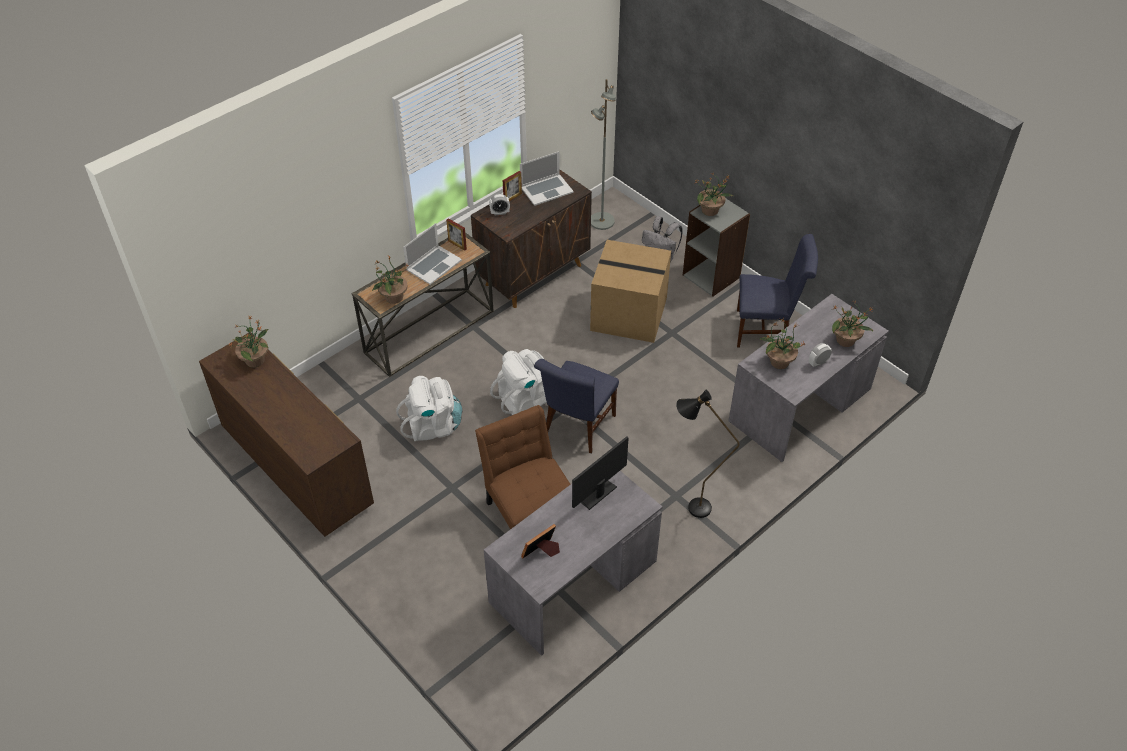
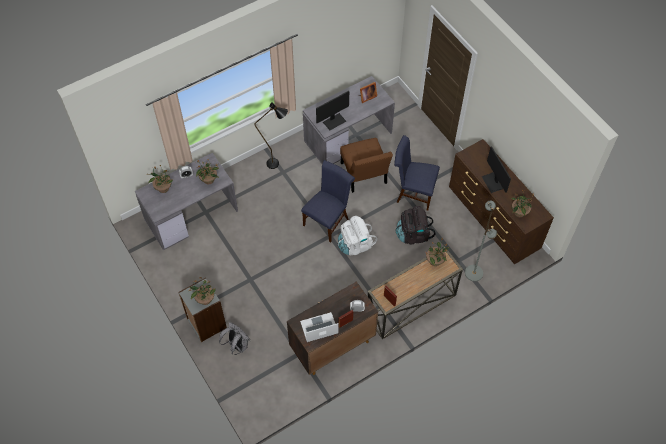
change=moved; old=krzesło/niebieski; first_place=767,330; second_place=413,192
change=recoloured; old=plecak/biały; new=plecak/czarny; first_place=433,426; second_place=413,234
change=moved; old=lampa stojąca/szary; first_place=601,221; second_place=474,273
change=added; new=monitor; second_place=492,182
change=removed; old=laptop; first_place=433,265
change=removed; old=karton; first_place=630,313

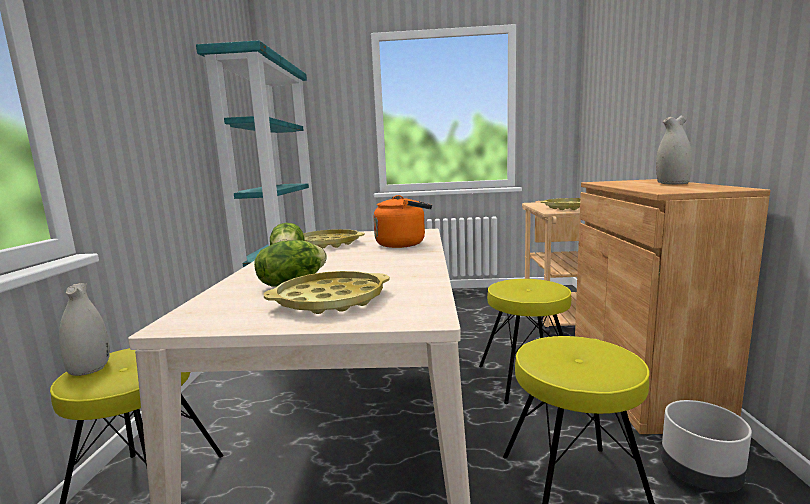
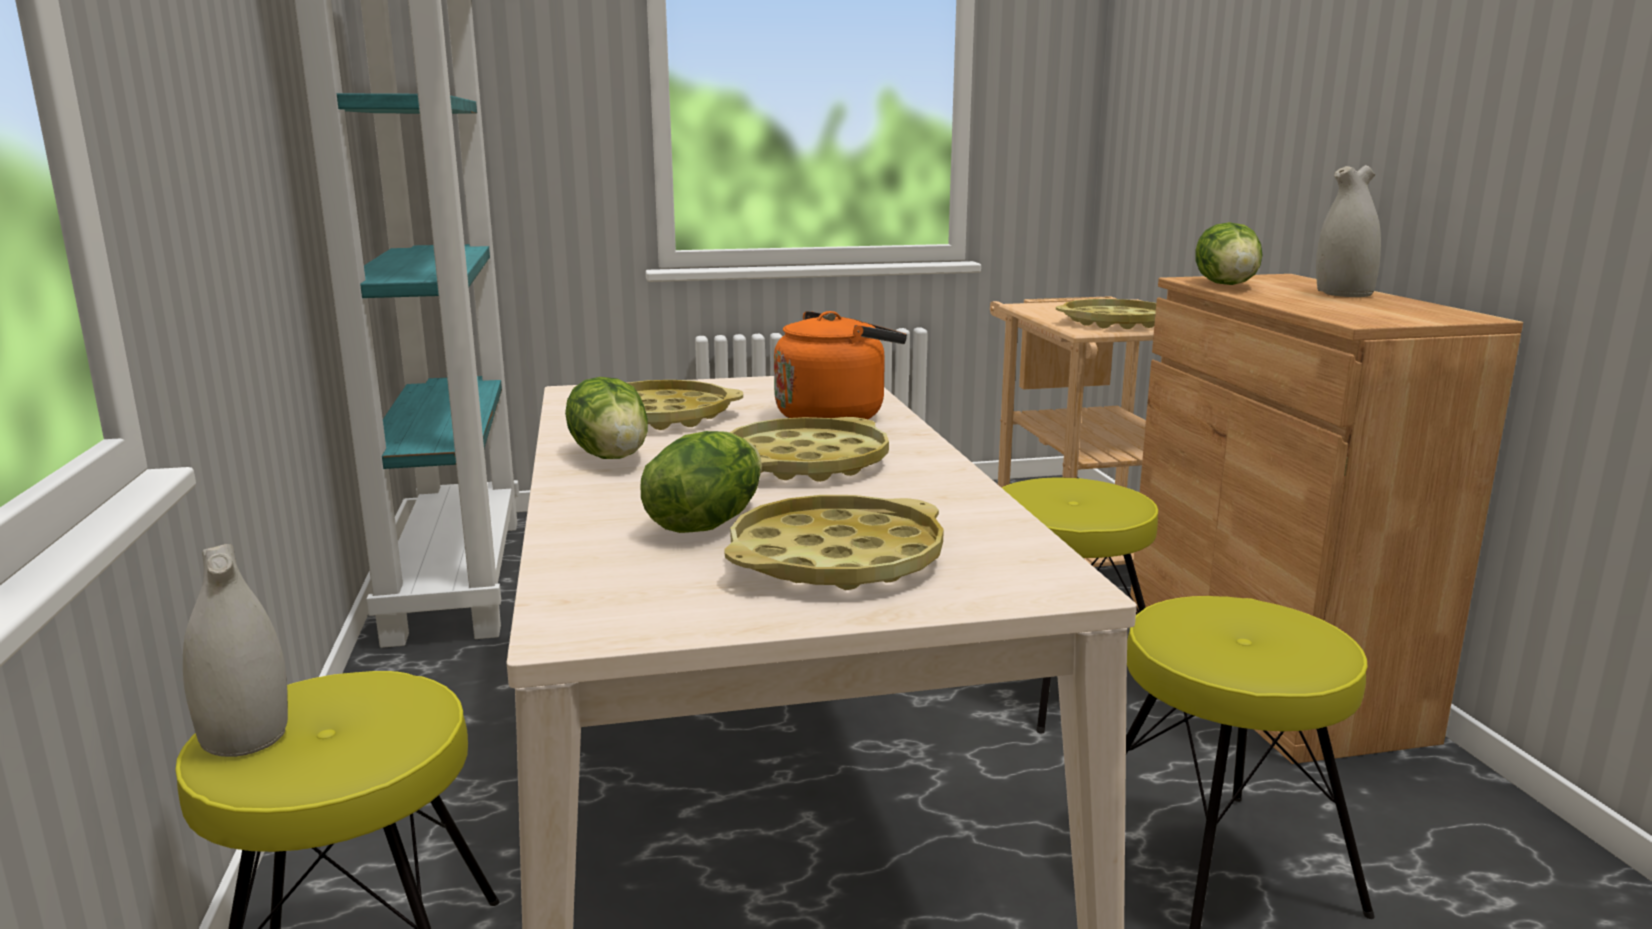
change=added; new=taca/żółty; second_place=807,462
change=added; new=sałata; second_place=1228,285
change=removed; old=donica/szary; first_place=699,475

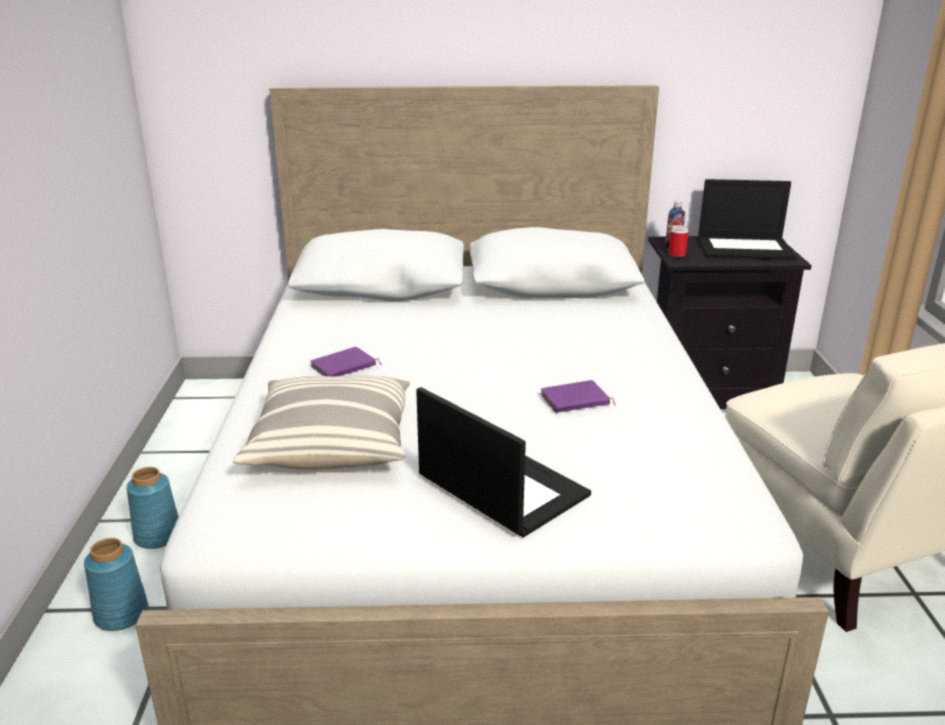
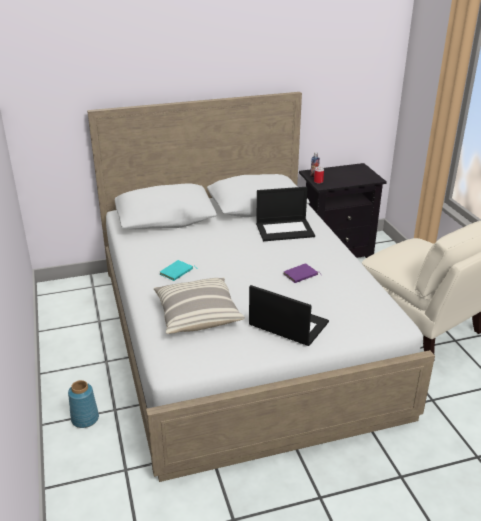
change=recoloured; old=książka/fioletowy; new=książka/turkusowy; first_place=344,367; second_place=177,272
change=moved; old=laptop; first_place=745,248; second_place=285,230
change=removed; old=wazon/niebieski; first_place=157,536

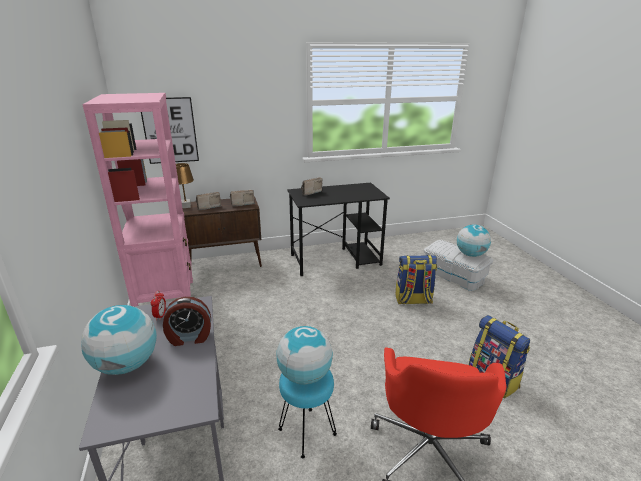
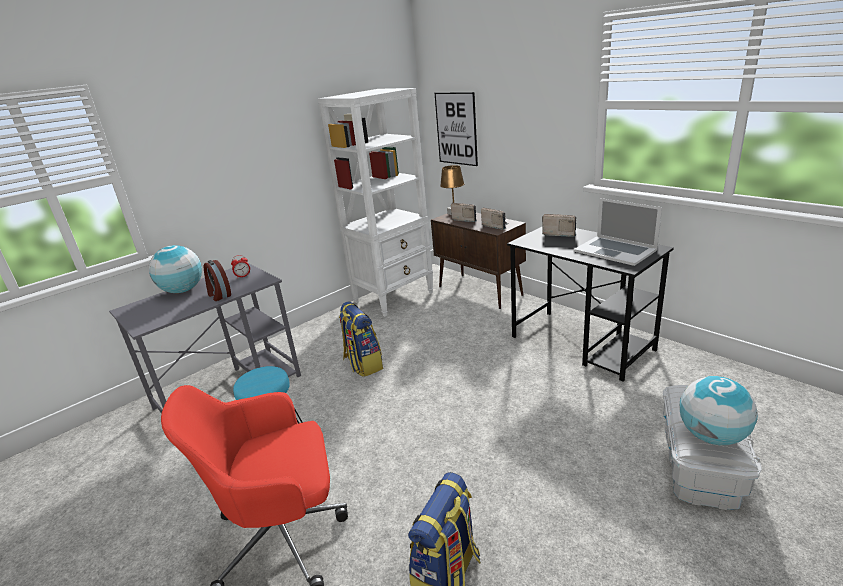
change=recoloured; old=regał/różowy; new=regał/biały; first_place=167,300; second_place=394,297
change=moved; old=plecak; first_place=413,300; second_place=362,364
change=added; new=laptop; second_place=615,250
change=removed; old=globus; first_place=304,376

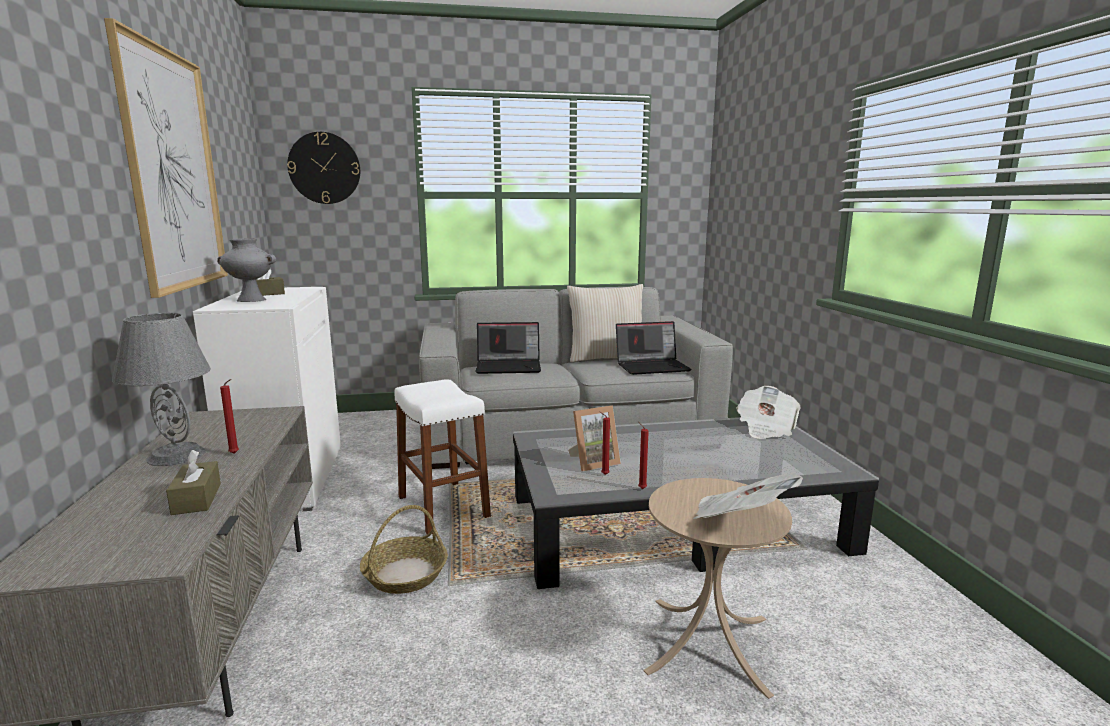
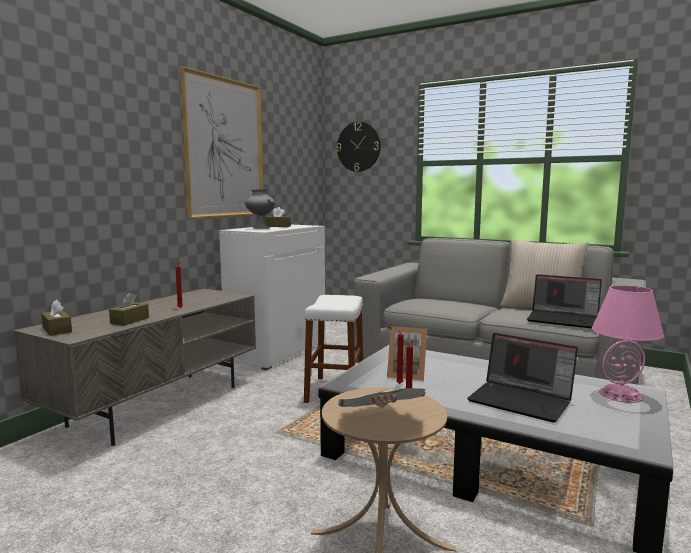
change=added; new=pudełko chusteczek/brązowy; second_place=57,330
change=moved; old=laptop; first_place=509,367; second_place=522,400
change=replaced; old=gazeta; new=lampa stołowa/różowy; first_place=765,429; second_place=620,395
change=removed; old=lampa stołowa/szary; first_place=177,455
change=removed; old=koszyk; first_place=405,574

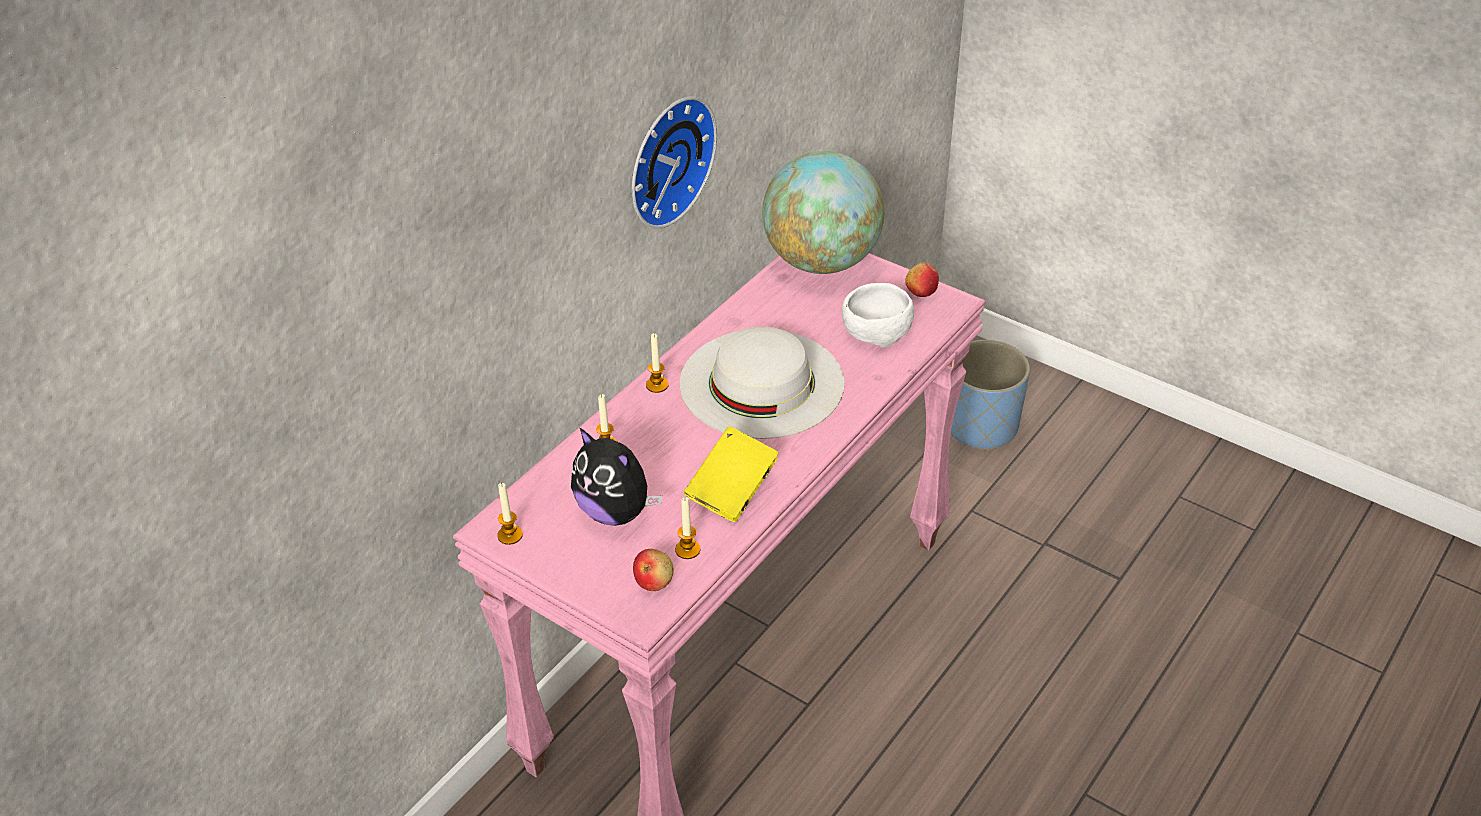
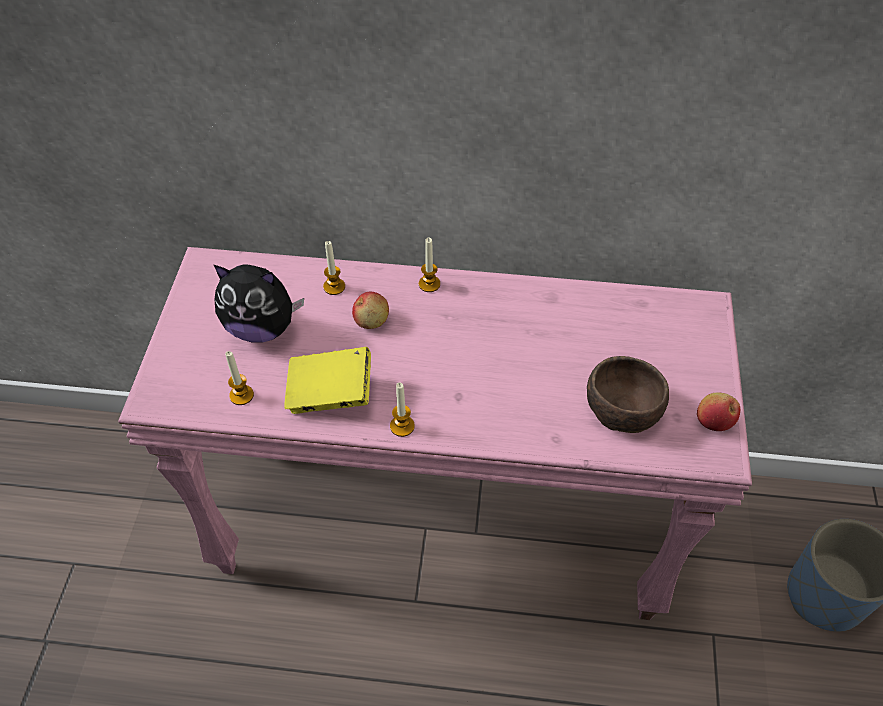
change=turned; old=pluszak; first_place=616,511; second_place=261,328; degrees=-90
change=moved; old=jabłko; first_place=654,581; second_place=372,320
change=moved; old=świeca; first_place=510,535; second_place=402,426
change=recoloured; old=miska/biały; new=miska/brązowy; first_place=875,331; second_place=621,407
change=removed; old=zegar ścienny; first_place=665,159
change=removed; old=kapelusz/biały; first_place=761,382
change=removed; old=globus; first_place=821,261

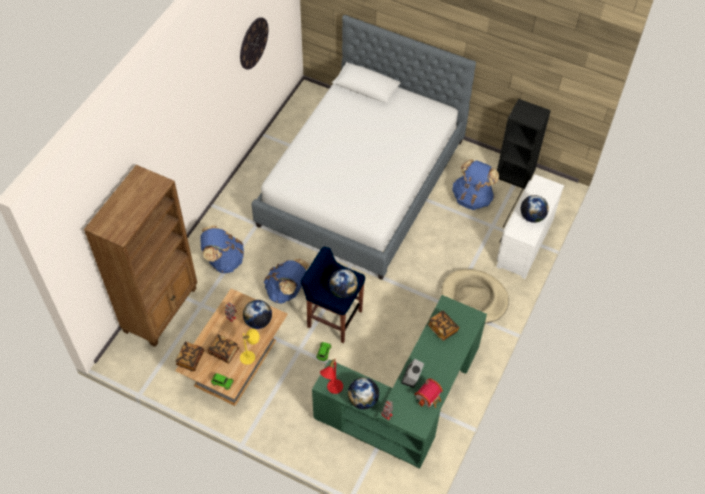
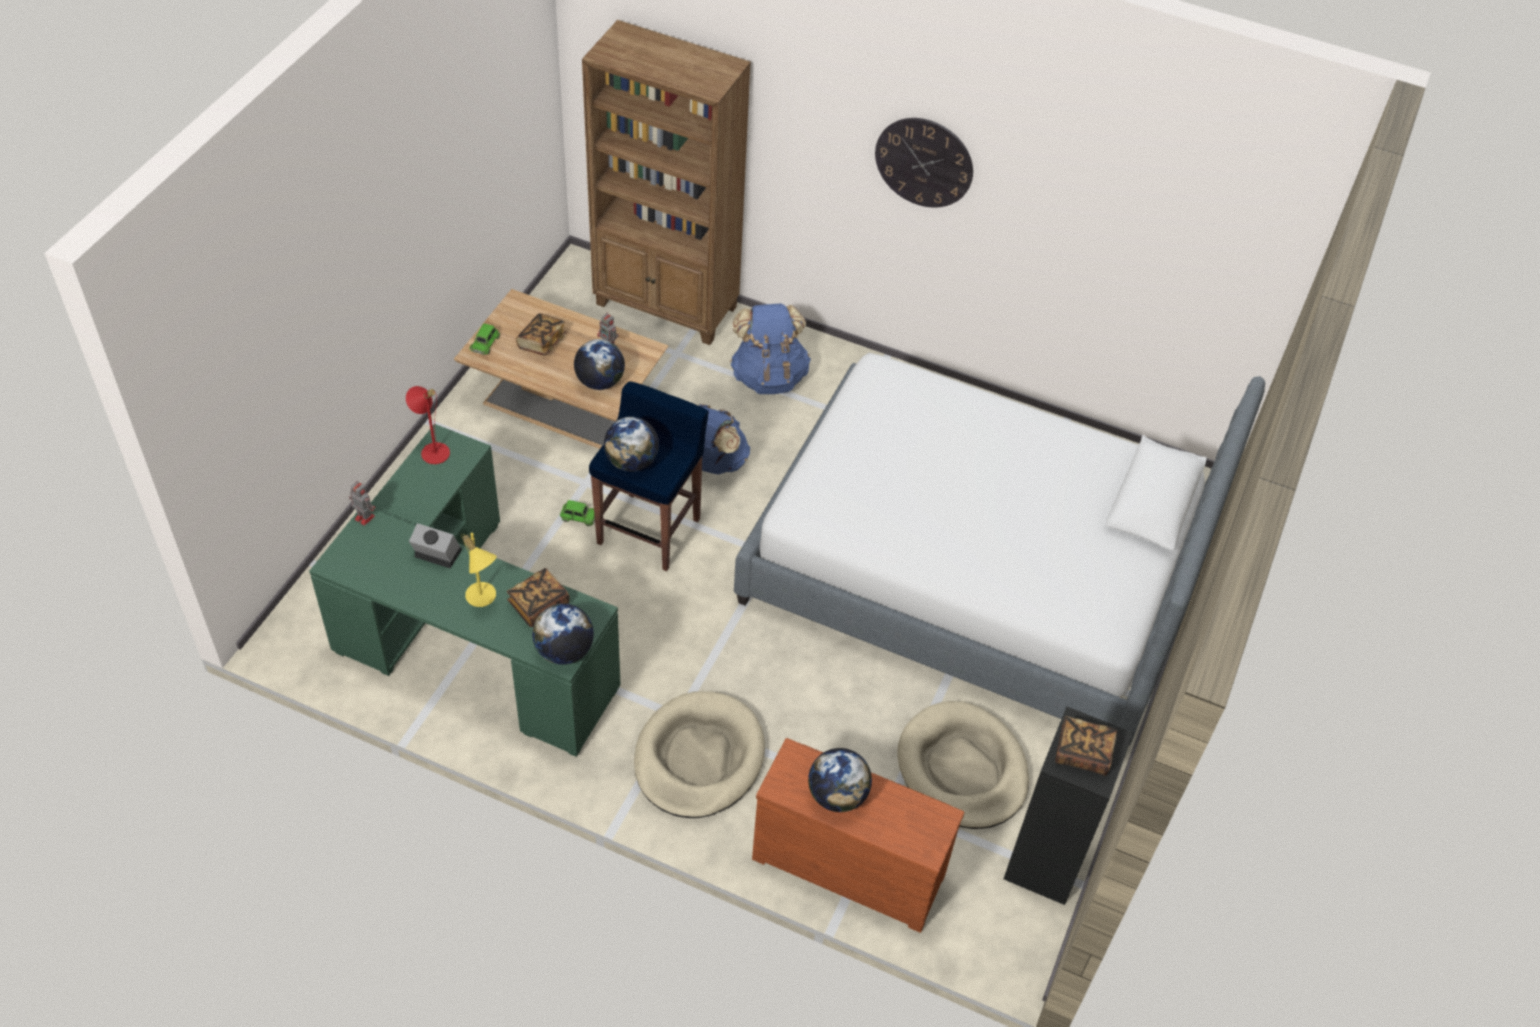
change=moved; old=lampa stołowa/żółty; first_place=250,356; second_place=483,599
change=moved; old=globus; first_place=363,400; second_place=564,651
change=recoloured; old=komoda/biały; new=komoda/brązowy; first_place=523,242; second_place=850,863
change=moved; old=zegar ścienny; first_place=253,43; second_place=924,162
change=replaced; old=plecak/niebieski; new=legowisko/beżowy; first_place=472,198; second_place=962,769
change=moved; old=książka; first_place=190,359; second_place=1082,753
change=removed; old=domek; first_place=429,397

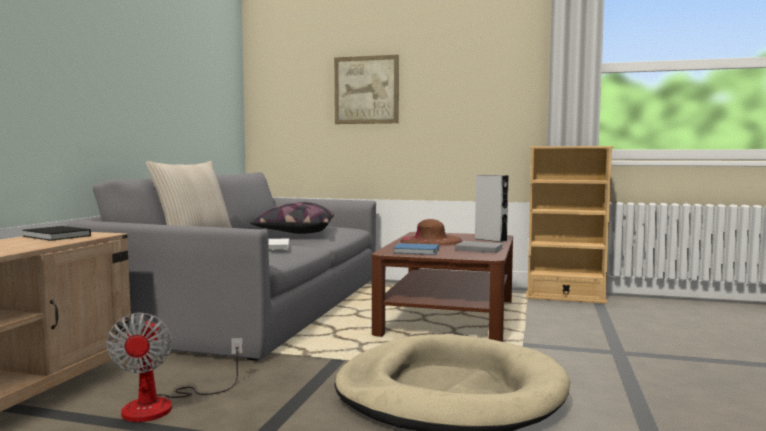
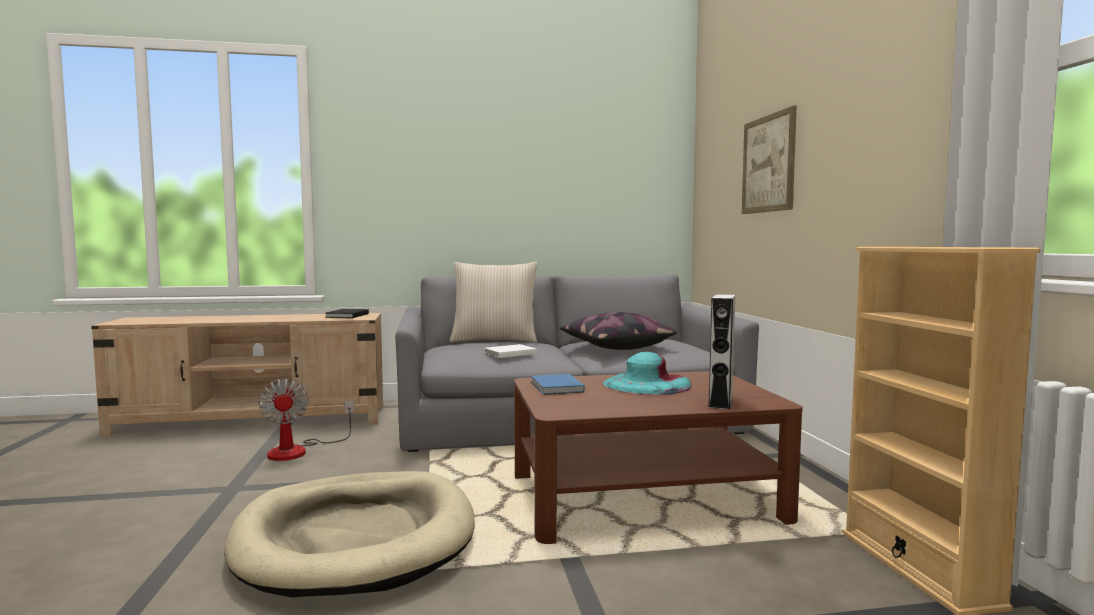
change=turned; old=wentylator; first_place=164,405; second_place=299,450; degrees=-75
change=recoloured; old=kapelusz/brązowy; new=kapelusz/turkusowy; first_place=430,241; second_place=647,384
change=removed; old=książka/szary; first_place=478,249

